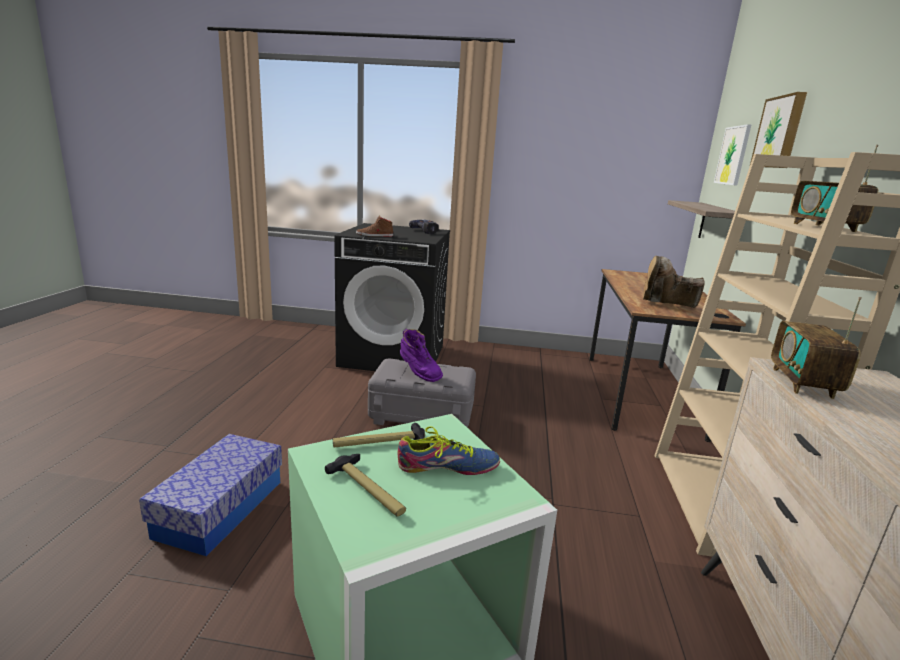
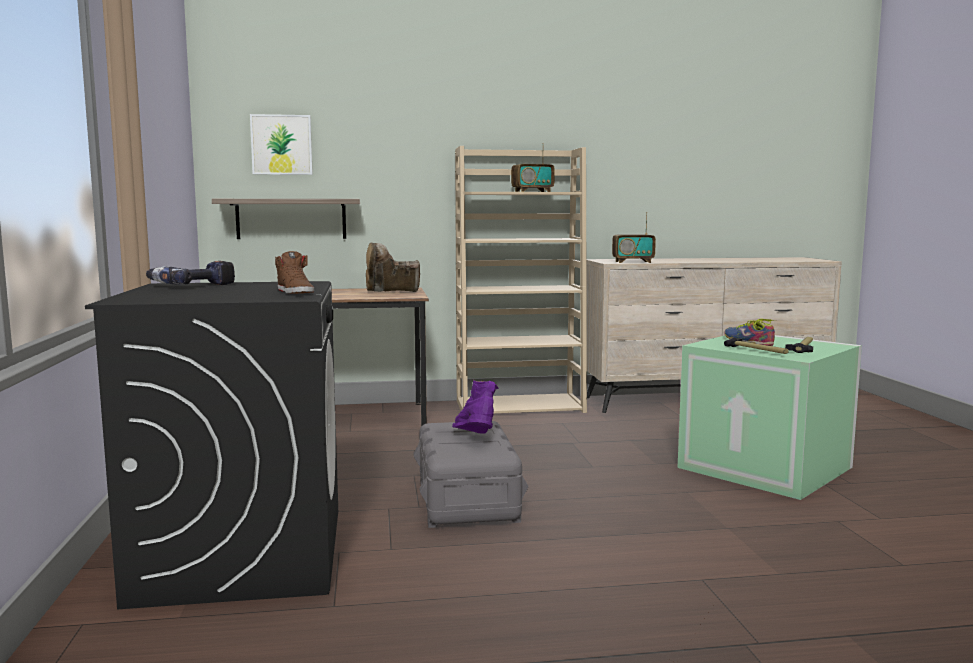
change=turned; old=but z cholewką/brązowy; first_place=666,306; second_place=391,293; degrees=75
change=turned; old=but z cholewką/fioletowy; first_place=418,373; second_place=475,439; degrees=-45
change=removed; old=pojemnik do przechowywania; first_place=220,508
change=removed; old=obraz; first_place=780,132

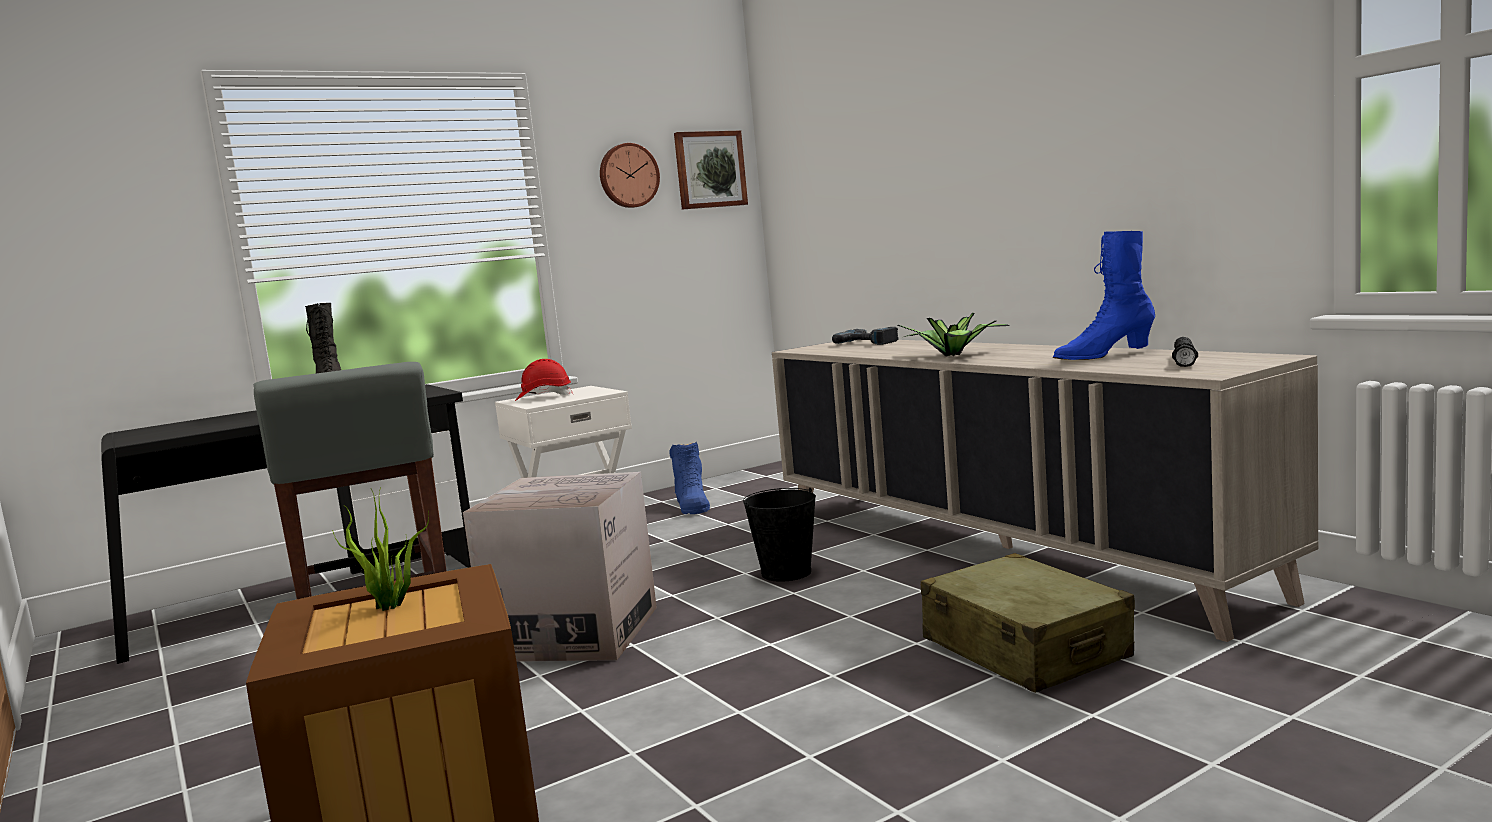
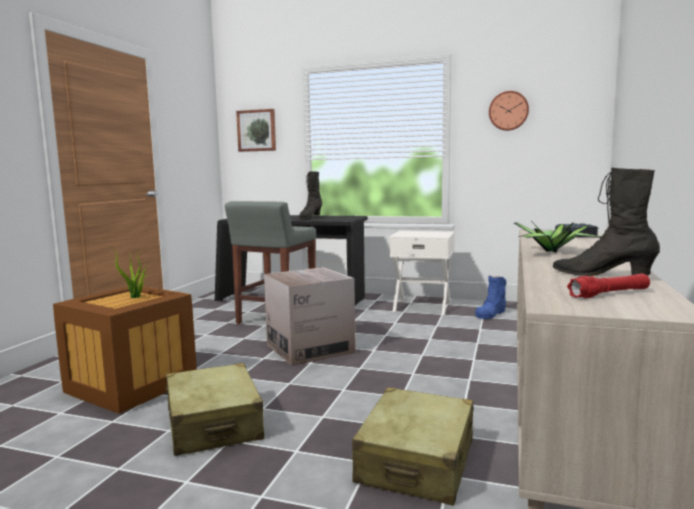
change=added; new=walizka/beżowy; second_place=214,424
change=moved; old=obraz; first_place=709,170; second_place=257,130
change=recoloured; old=but z cholewką/niebieski; new=but z cholewką/czarny; first_place=1103,356; second_place=602,275
change=recoloured; old=latarka/czarny; new=latarka/czerwony; first_place=1184,361; second_place=609,294
change=removed; old=kask/czerwony; first_place=544,397
change=removed; old=wiadro/czarny; first_place=786,573

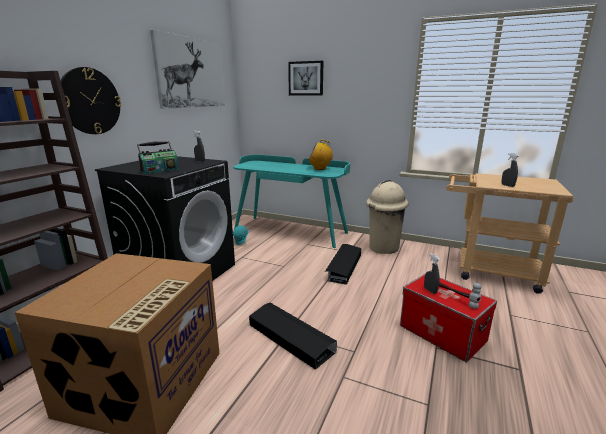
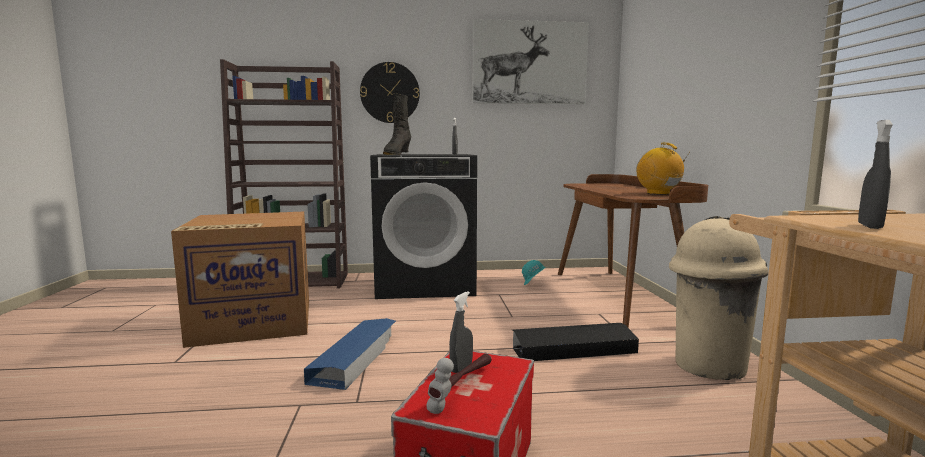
change=recoloured; old=pojemnik do przechowywania/czarny; new=pojemnik do przechowywania/niebieski; first_place=290,338; second_place=356,358
change=replaced; old=radio; new=but z cholewką/czarny; first_place=159,170; second_place=396,154
change=recoloured; old=biurko/turkusowy; new=biurko/brązowy; first_place=290,231; second_place=618,296
change=removed; old=obraz; first_place=306,78

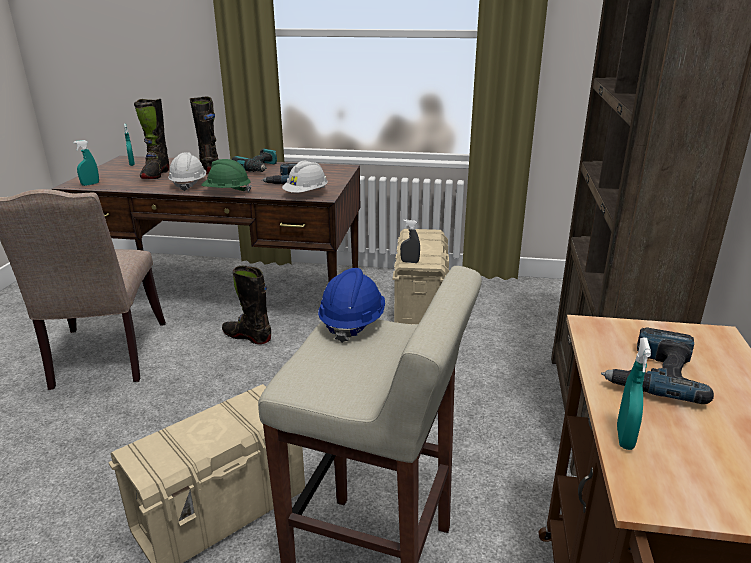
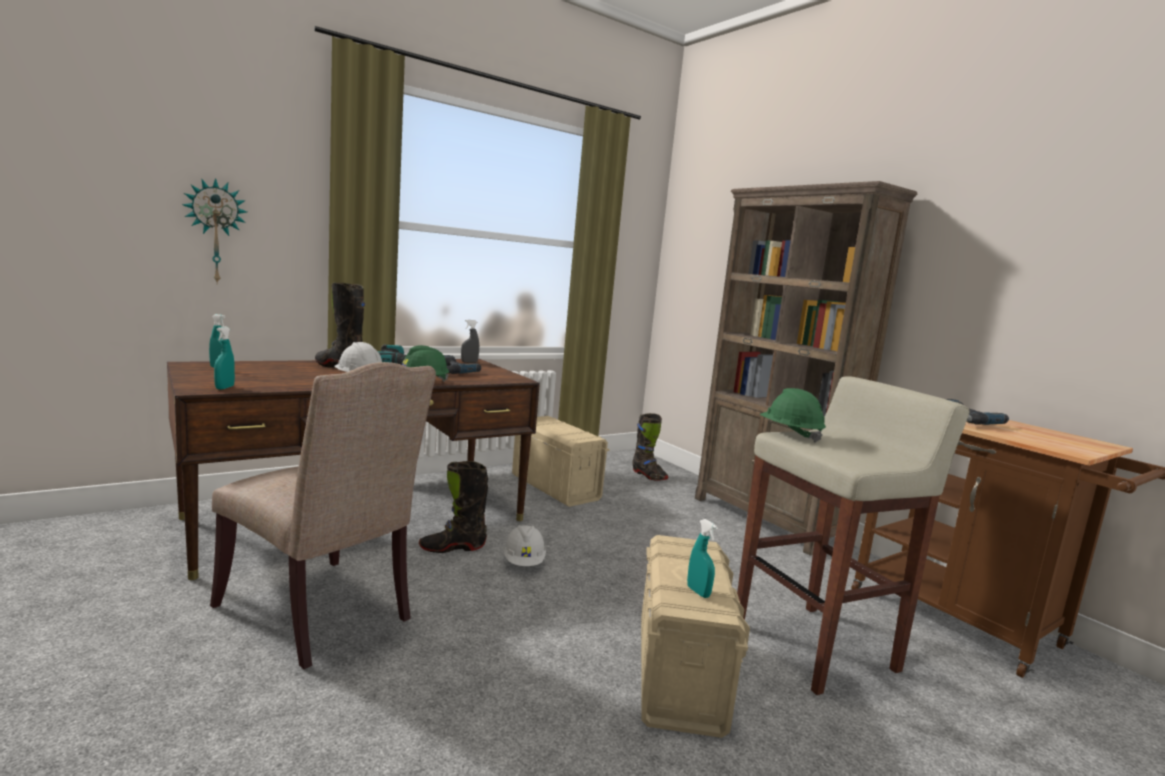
change=added; new=zegar ścienny; second_place=215,232
change=moved; old=spryskiwacz/szary; first_place=409,262; second_place=469,362
change=moved; old=kask/biały; first_place=306,194; second_place=524,562
change=moved; old=but z cholewką/czarny; first_place=155,174; second_place=648,476
change=moved; old=spryskiwacz/turkusowy; first_place=624,438; second_place=698,592
change=recoloured; old=kask/niebieski; new=kask/zielony; first_place=352,323; second_place=790,434

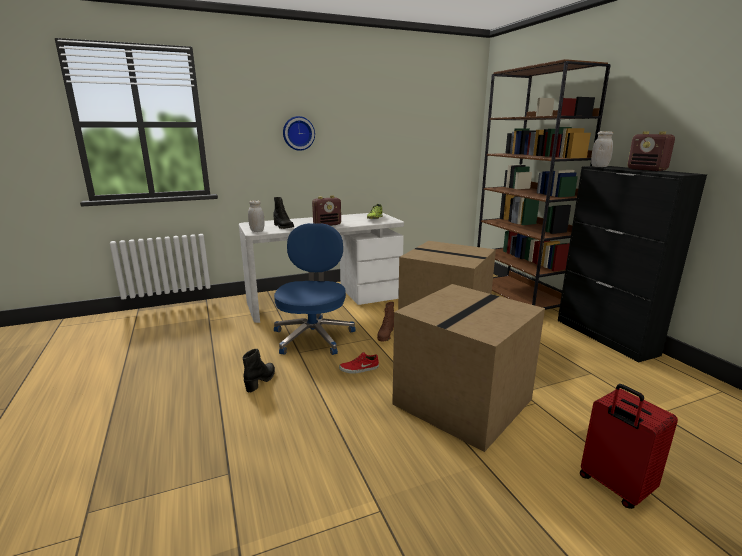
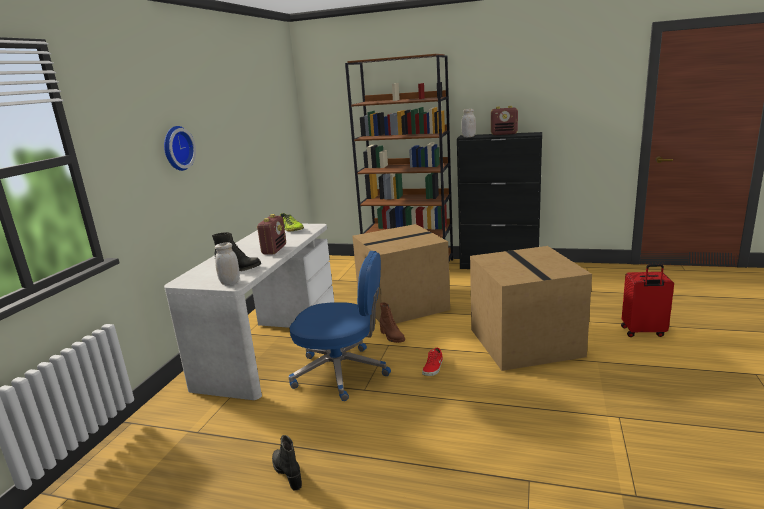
change=moved; old=but z cholewką/czarny; first_place=261,381; second_place=288,473
change=turned; old=krzesło biurowe/niebieski; first_place=313,336; second_place=342,372; degrees=150

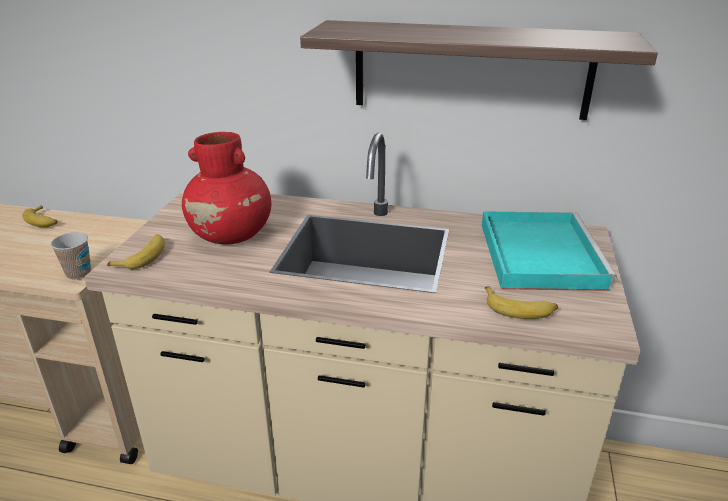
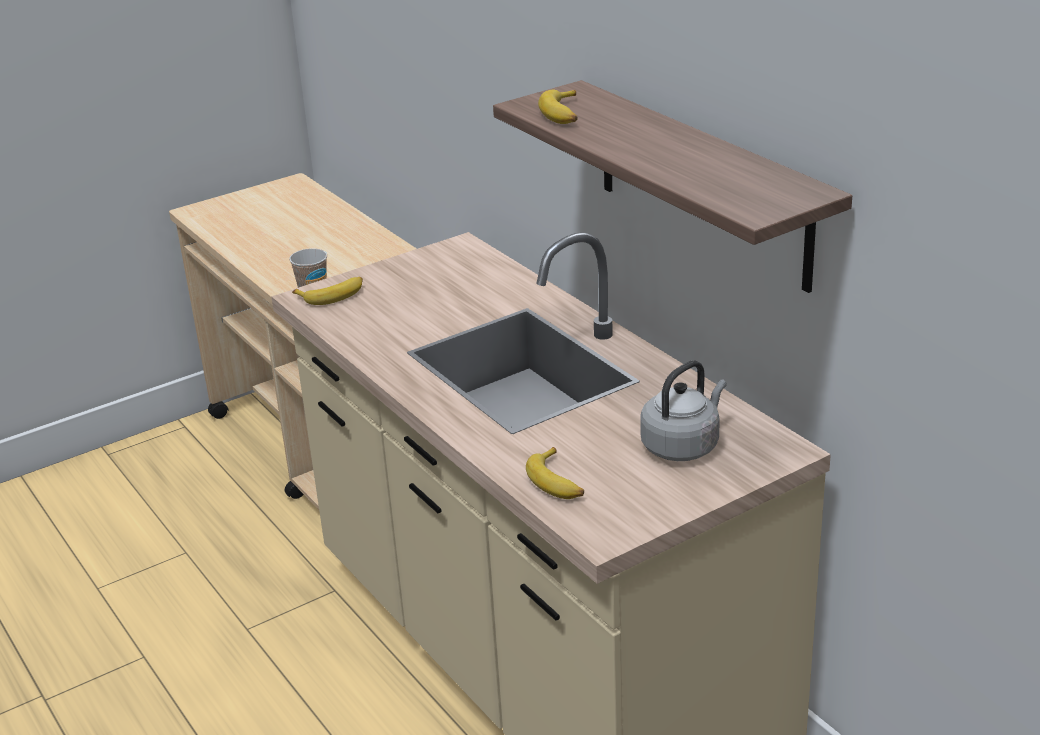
change=moved; old=banan; first_place=43,221; second_place=564,114
change=replaced; old=taca/turkusowy; new=czajnik/szary; first_place=538,253; second_place=683,445
change=removed; old=wazon/czerwony; first_place=231,235

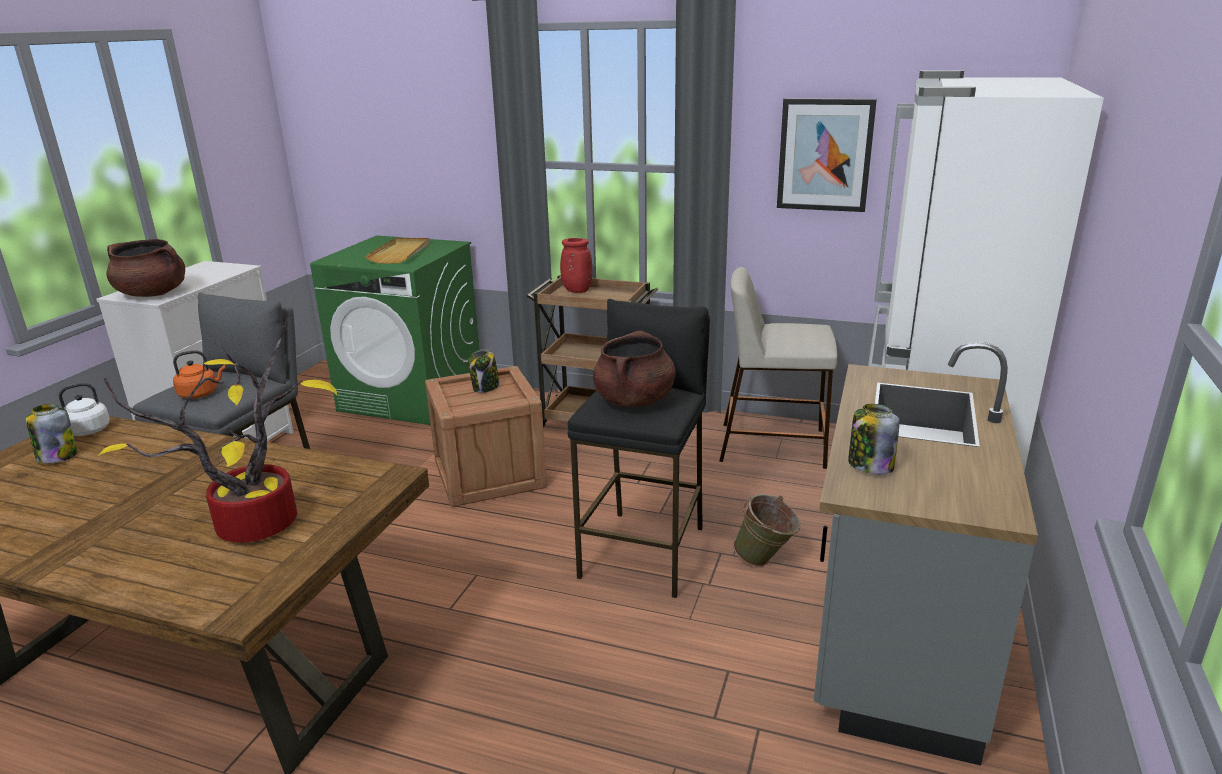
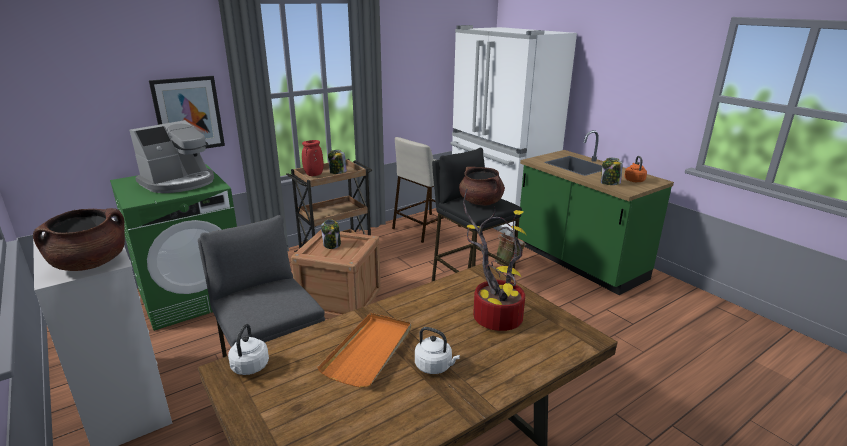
change=replaced; old=taca/beżowy; new=ekspres do kawy; first_place=401,253; second_place=179,182
change=moved; old=obraz; first_place=824,155; second_place=188,114
change=added; new=taca/pomarańczowy; second_place=369,351
change=moved; old=słoik; first_place=57,456; second_place=337,172
change=added; new=czajnik/biały; second_place=435,366
change=recoloured; old=zabudowa kuchenna/szary; new=zabudowa kuchenna/zielony; first_place=893,636; second_place=578,263
change=moved; old=czajnik/pomarańczowy; first_place=200,394; second_place=634,180

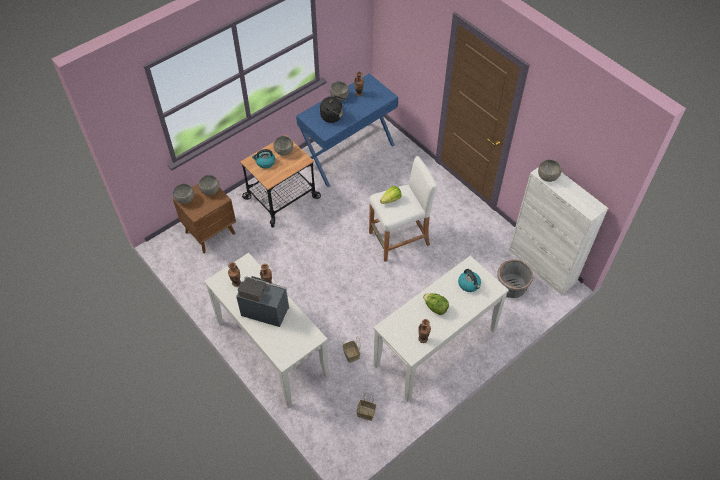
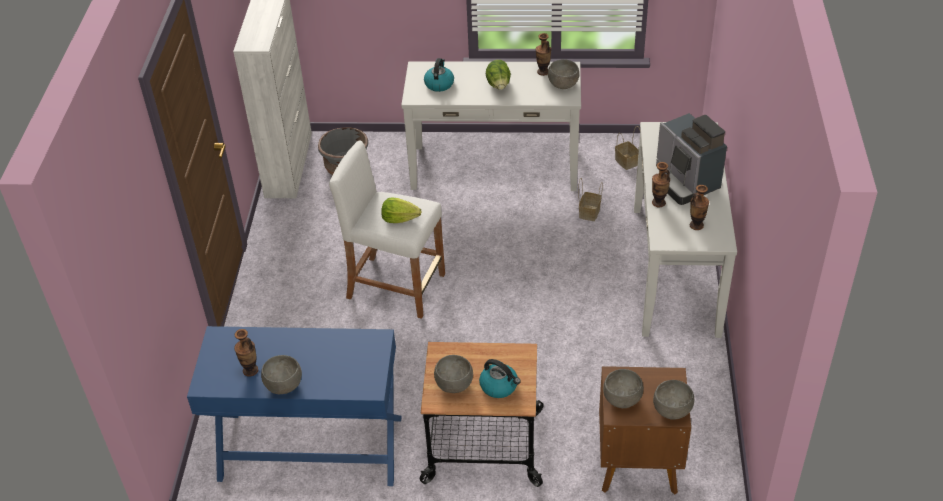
change=moved; old=miska/szary; first_place=547,176; second_place=563,85
change=removed; old=czajnik/czarny; first_place=333,116

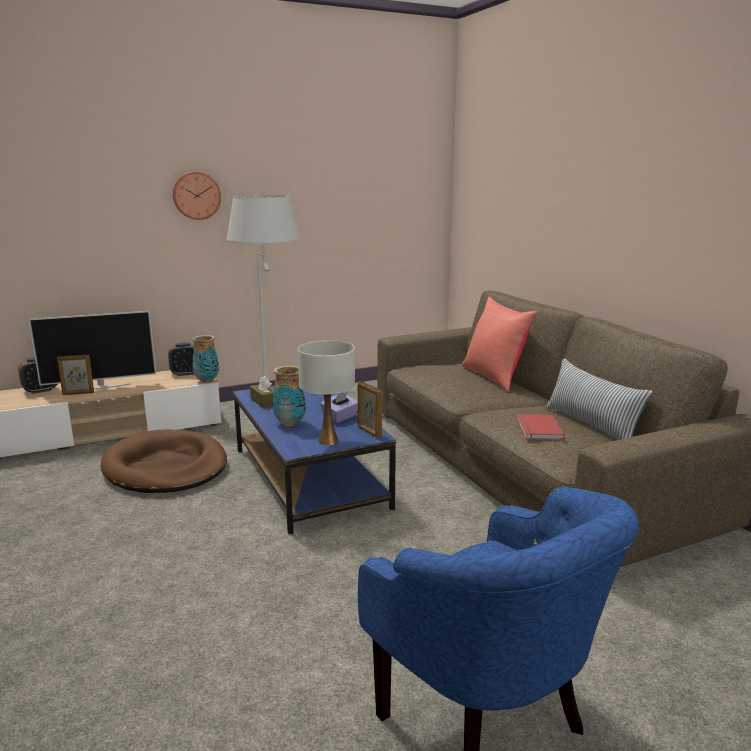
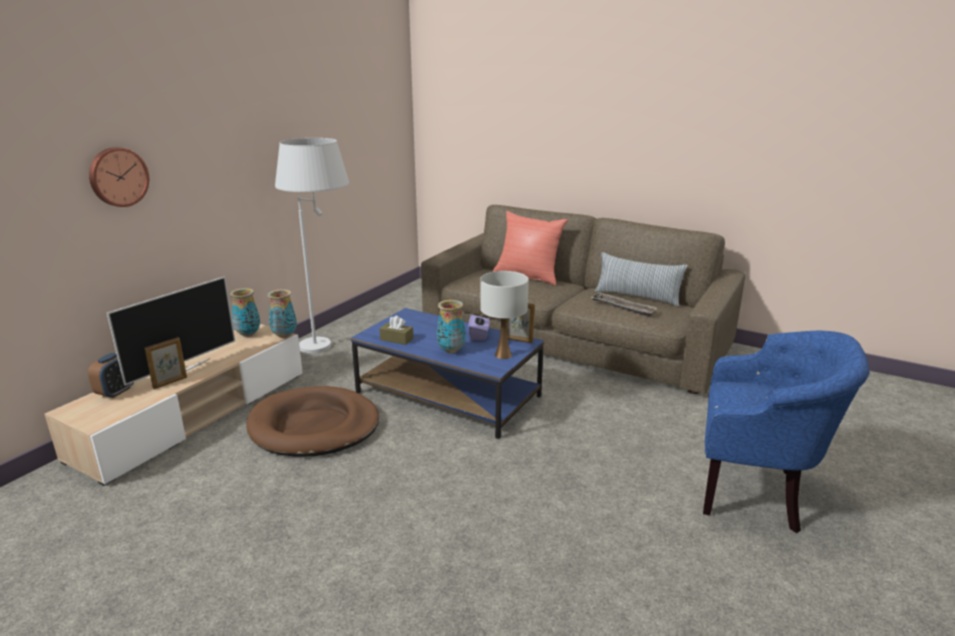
change=moved; old=zegar ścienny; first_place=196,195; second_place=118,177
change=replaced; old=budzik; new=wazon; first_place=185,373; second_place=248,334
change=replaced; old=książka/czerwony; new=taca; first_place=537,429; second_place=623,307

